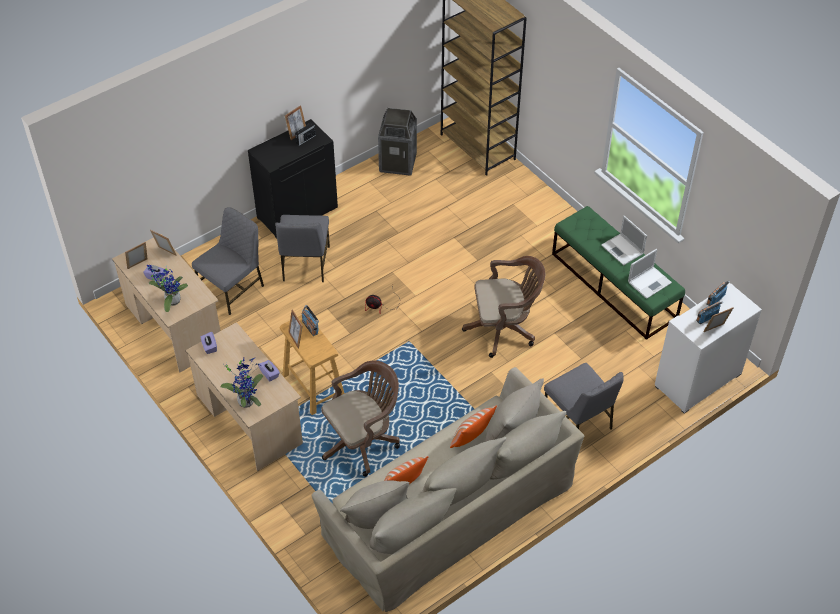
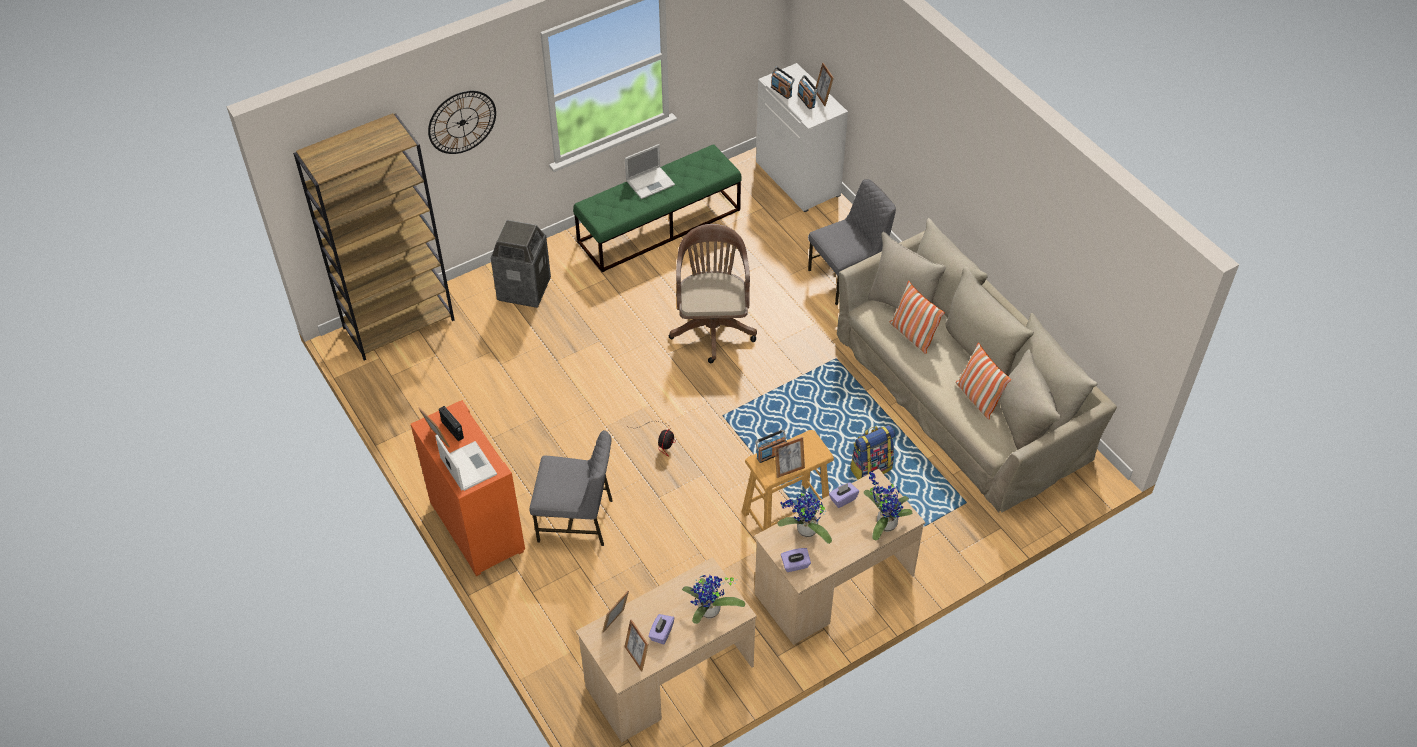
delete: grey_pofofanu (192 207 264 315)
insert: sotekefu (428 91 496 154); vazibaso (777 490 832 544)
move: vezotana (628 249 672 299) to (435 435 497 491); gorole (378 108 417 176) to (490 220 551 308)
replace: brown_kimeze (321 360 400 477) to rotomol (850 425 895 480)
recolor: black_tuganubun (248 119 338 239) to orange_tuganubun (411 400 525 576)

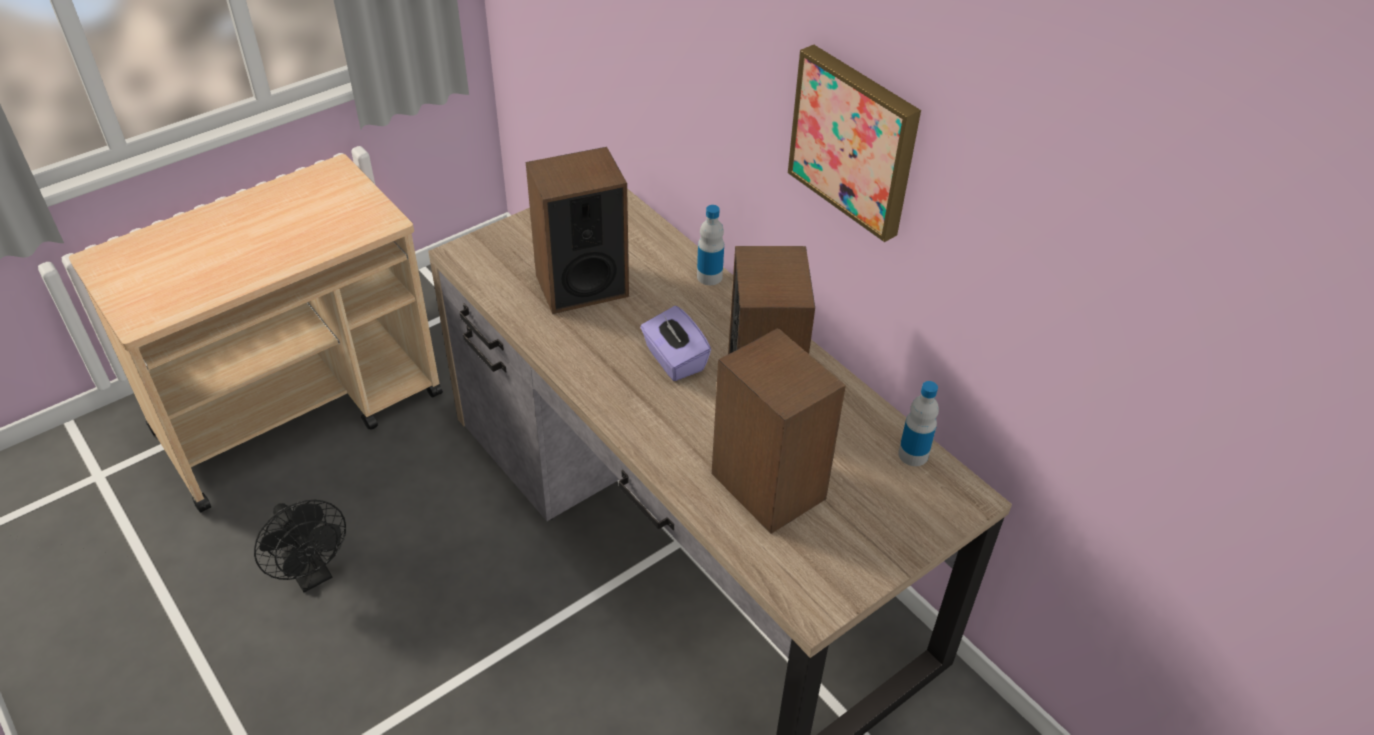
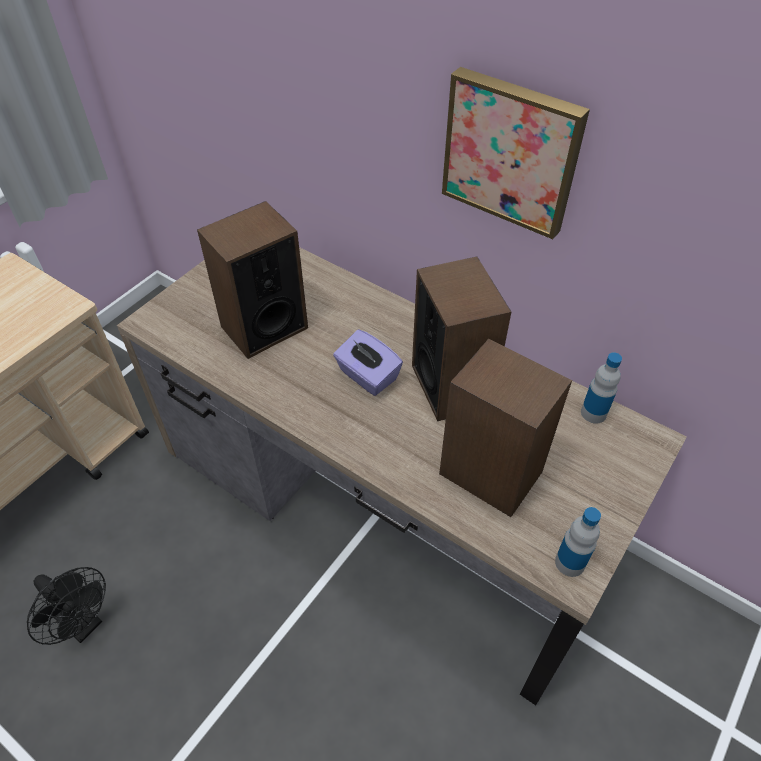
move: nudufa (697 205 724 285) to (555 507 601 577)

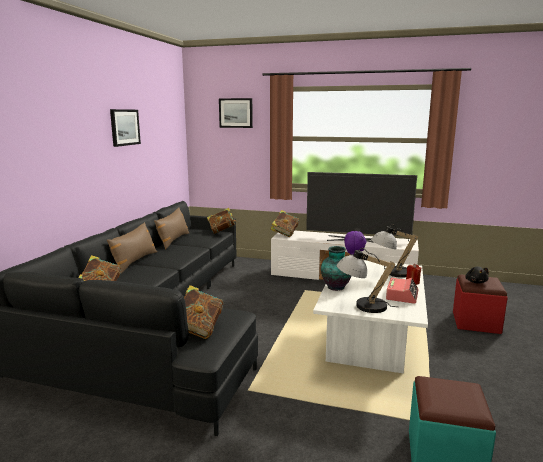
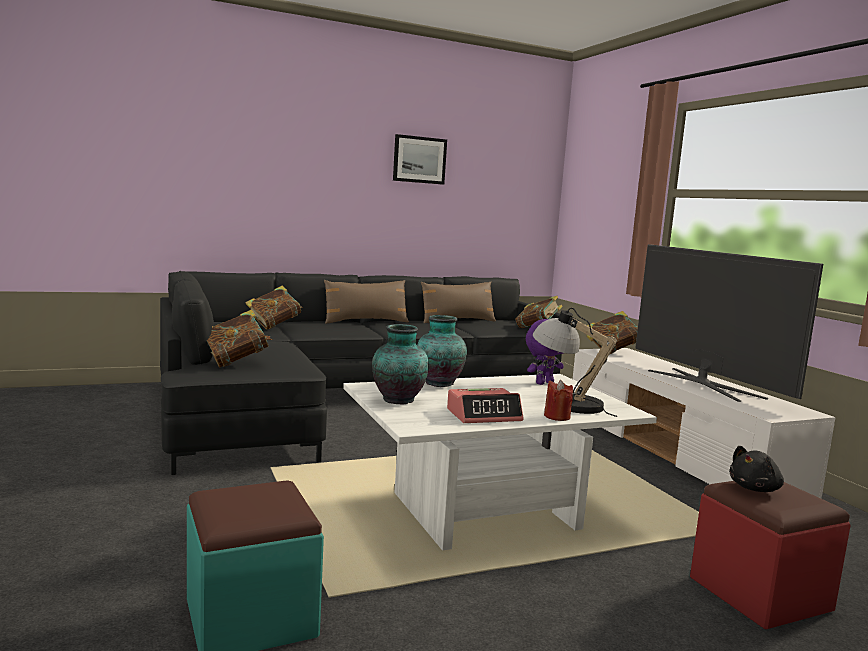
delete: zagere (219 98 253 128)
replace: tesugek (337 248 398 313) to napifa (372 324 429 405)

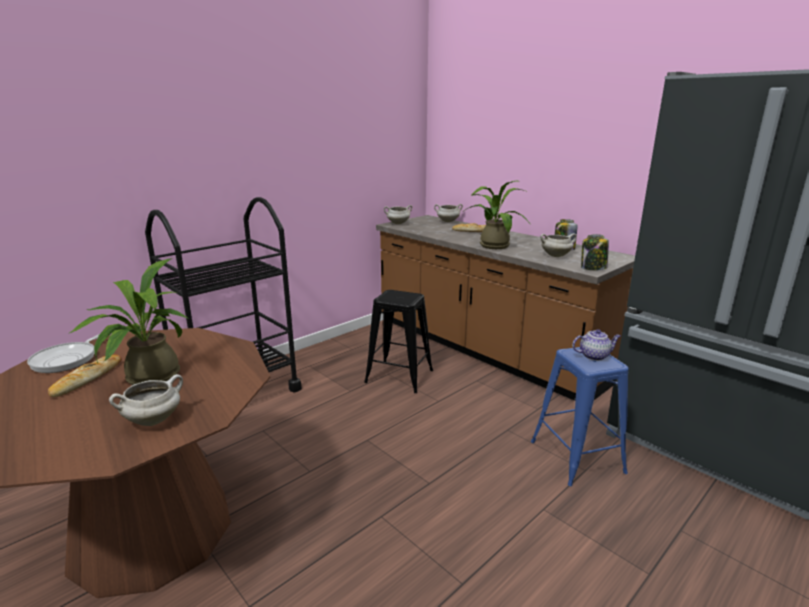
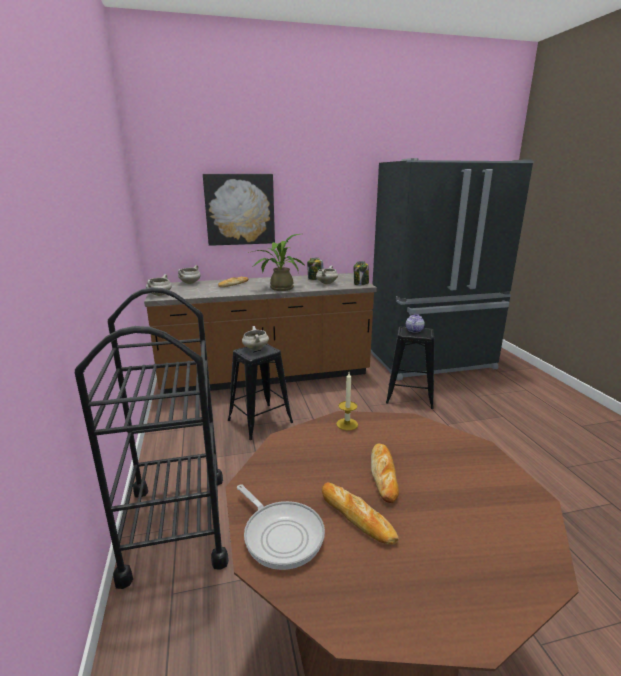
insert: zagere (203 174 275 246); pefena (336 372 358 431)
move: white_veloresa (109 374 183 426) to (242 326 269 350)
replace: vazibaso (68 259 187 385) to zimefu (371 444 399 503)
recolor: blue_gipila (531 347 629 486) to black_gipila (386 326 434 409)

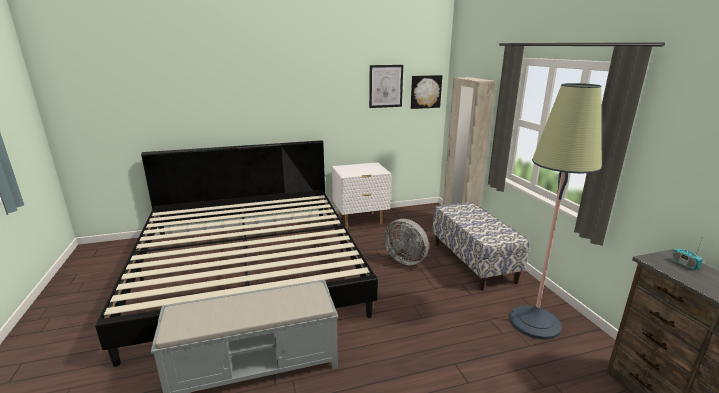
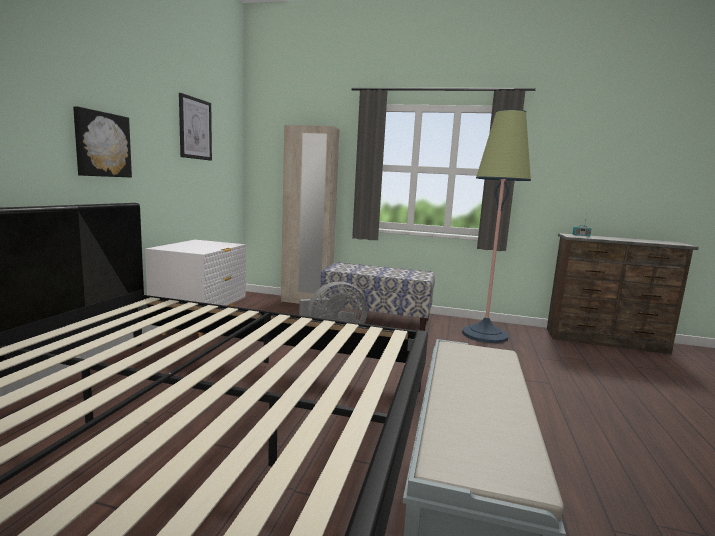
move: zagere (411 75 442 109) to (73 107 132 178)

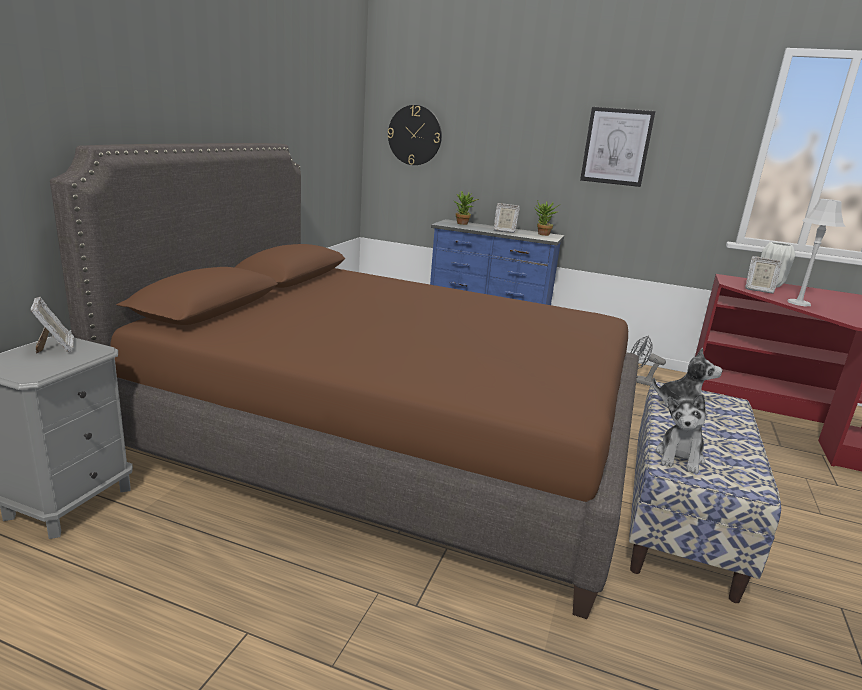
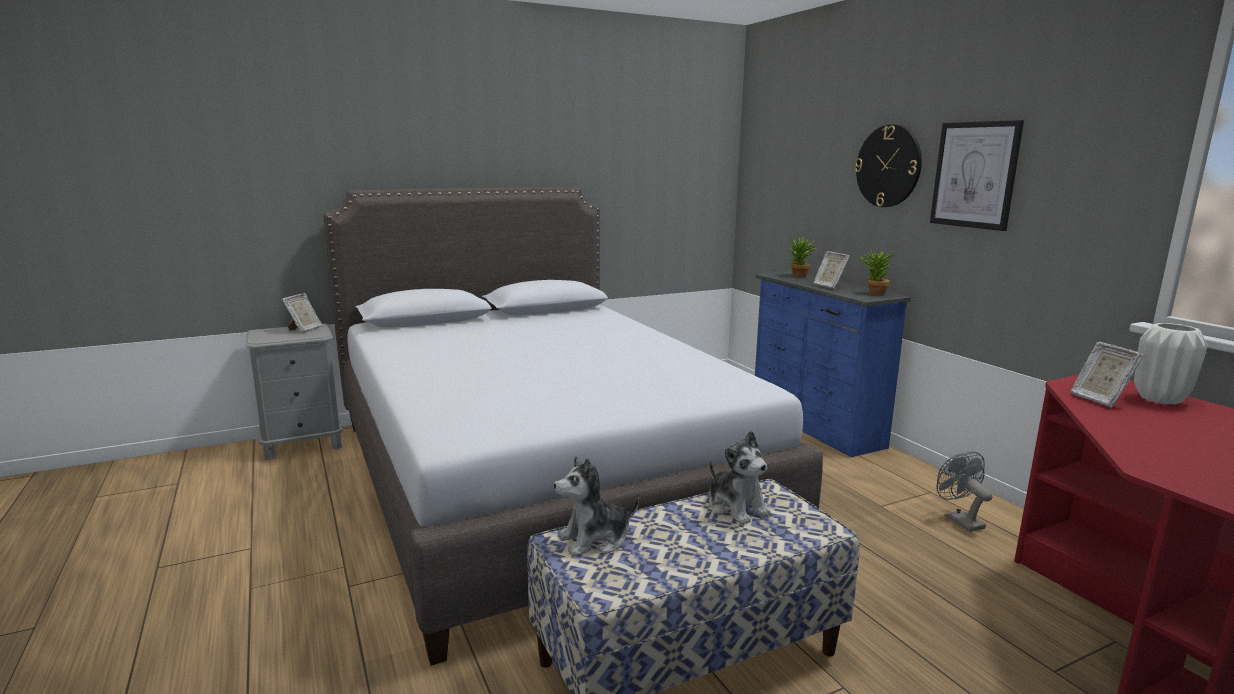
delete: grey_tesugek (787 199 845 306)
move: sotekefu (388 105 442 165) to (855 124 922 207)
recolor: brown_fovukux (50 143 639 619) to grey_fovukux (323 187 823 666)

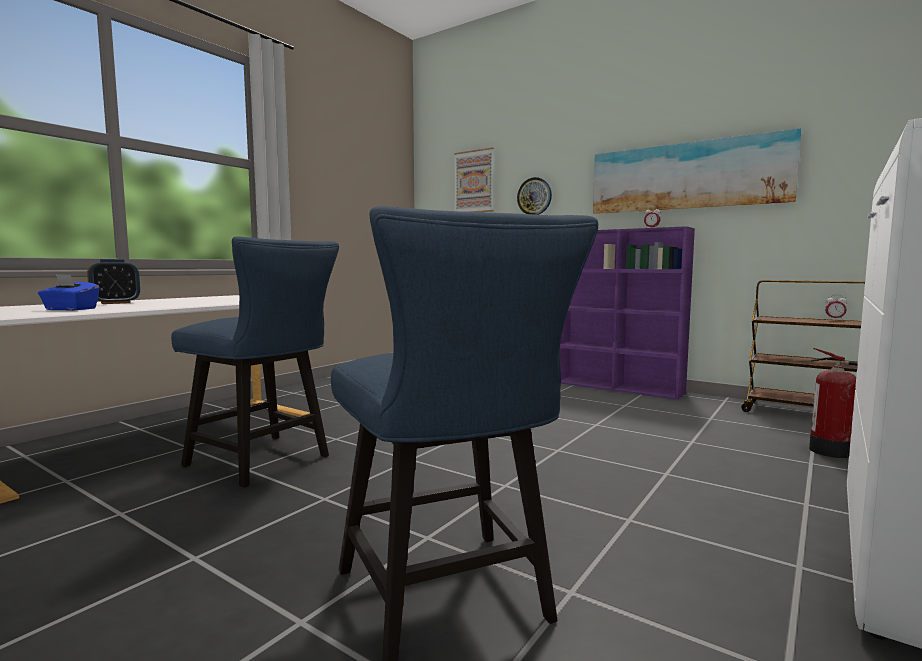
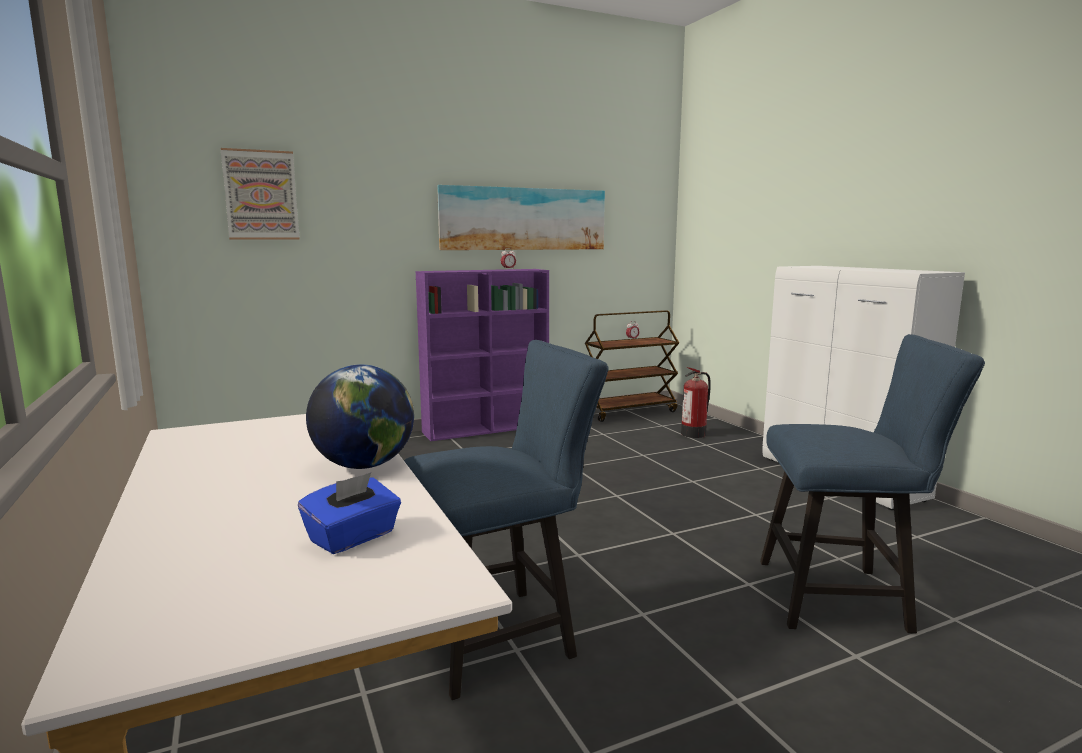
delete: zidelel (87 259 140 304); sotekefu (517 177 552 215)
insert: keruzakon (306 364 414 469)

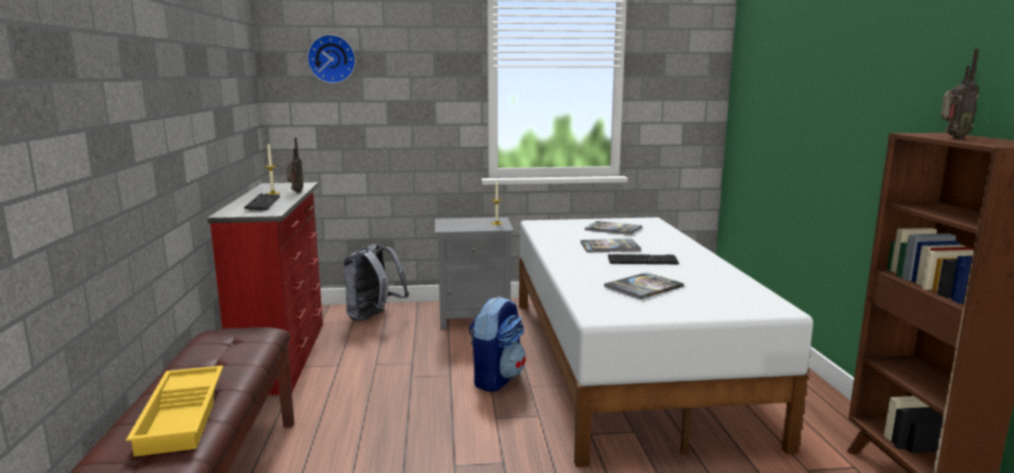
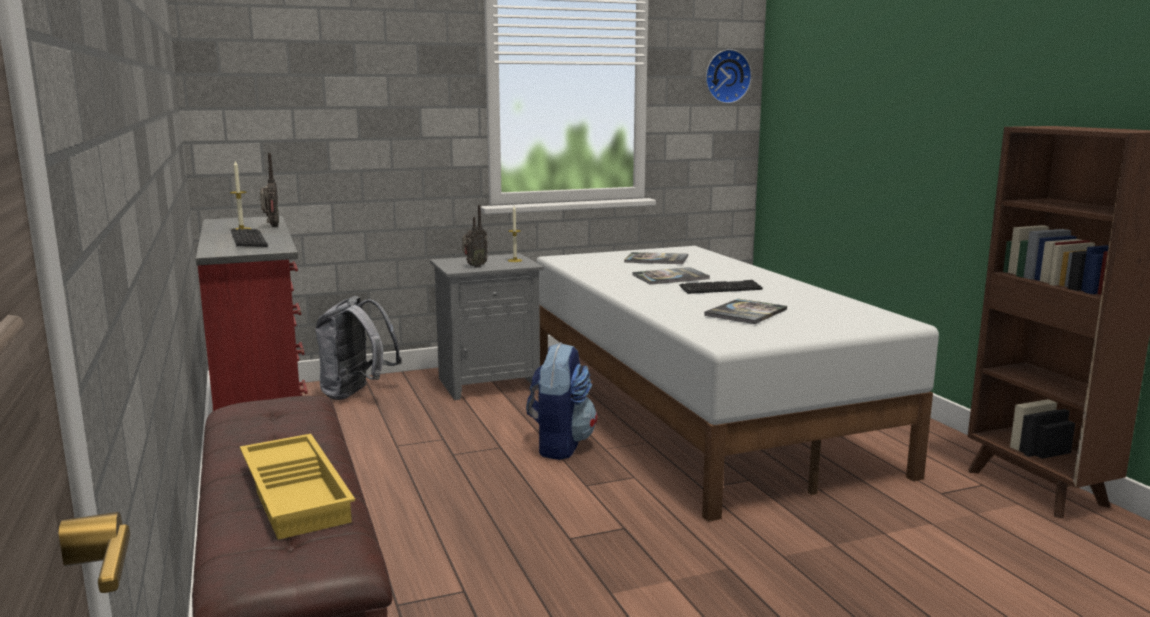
move: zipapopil (941 49 979 139) to (462 205 488 268); sotekefu (307 34 356 84) to (706 49 752 104)

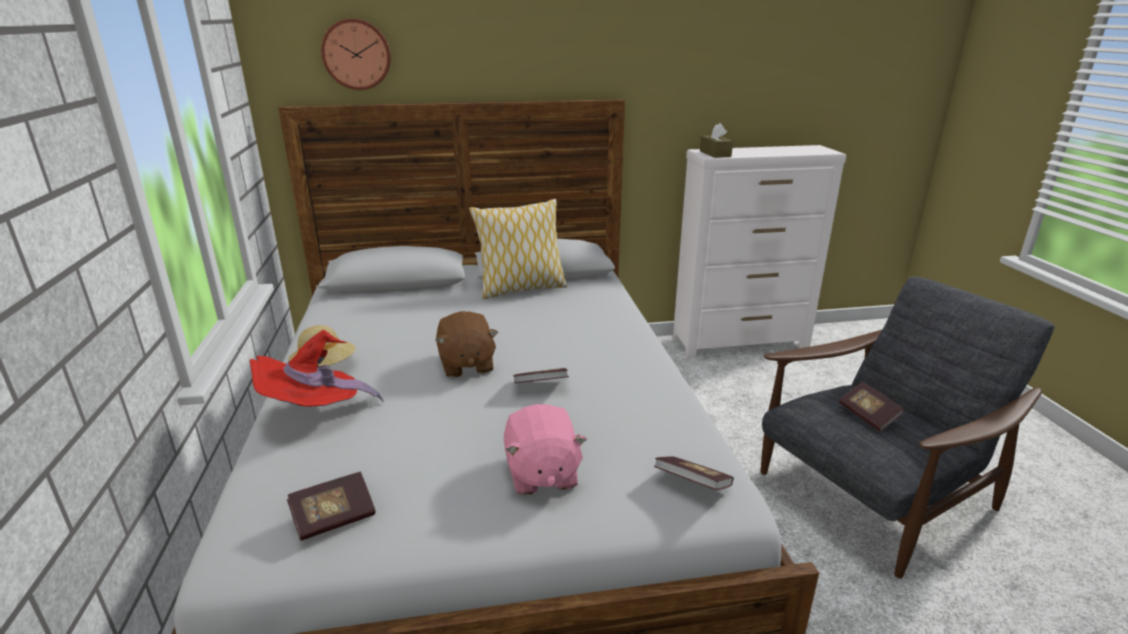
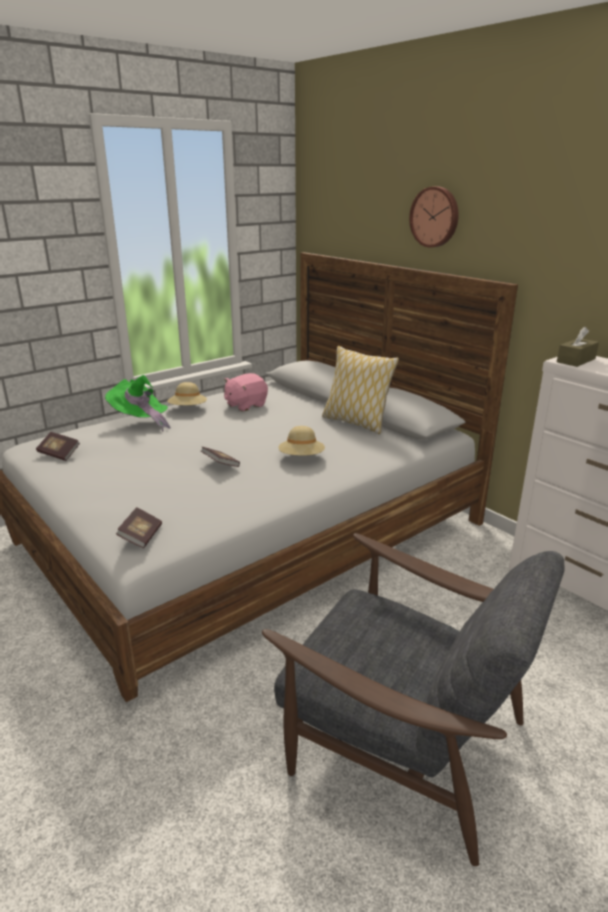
delete: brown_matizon (436 311 498 378); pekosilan (839 382 904 432)
insert: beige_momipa (278 426 325 455)
move: pink_matizon (504 404 587 495) to (224 373 268 411); sotekefu (321 19 391 90) to (409 186 459 248)
recolor: red_momipa (249 330 384 407) to green_momipa (105 375 171 431)

